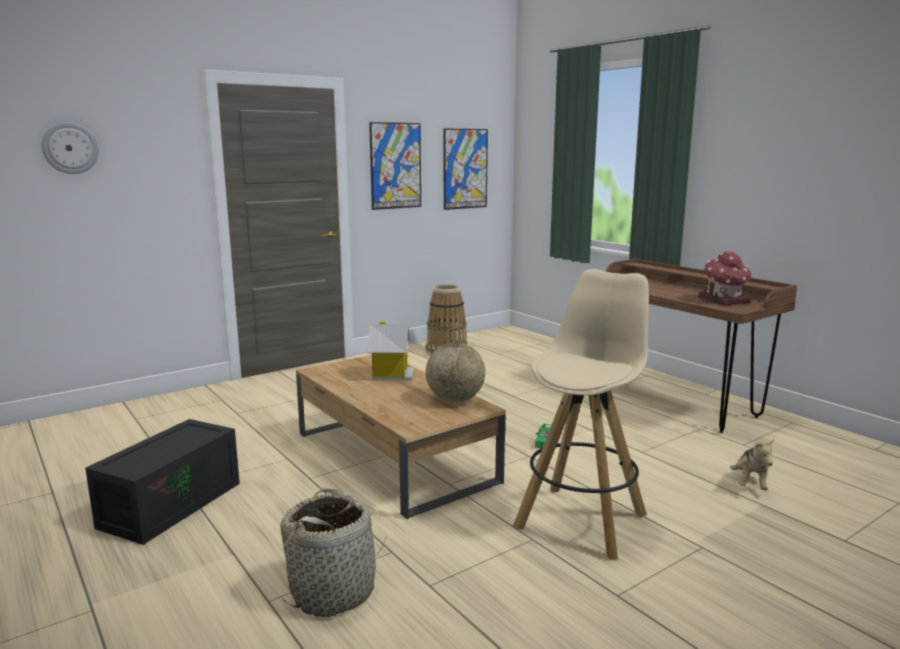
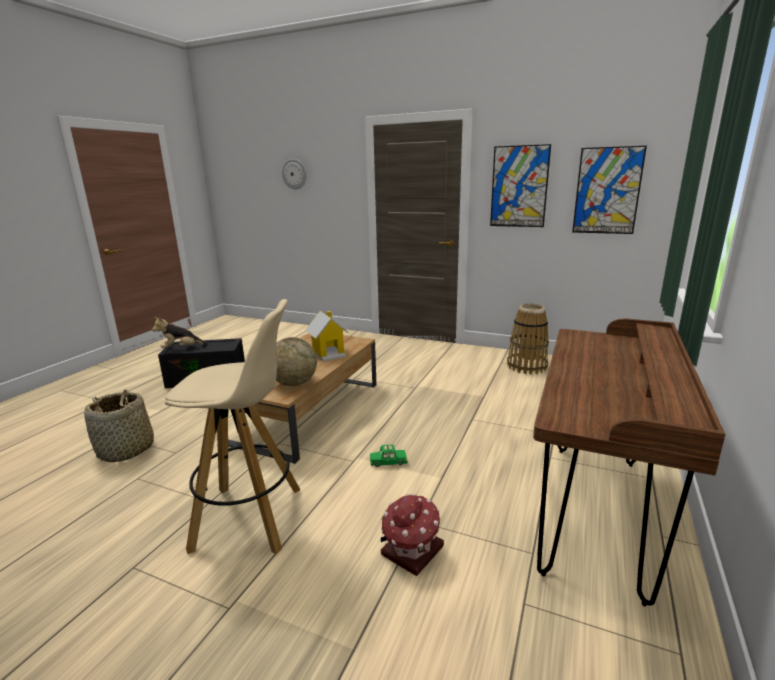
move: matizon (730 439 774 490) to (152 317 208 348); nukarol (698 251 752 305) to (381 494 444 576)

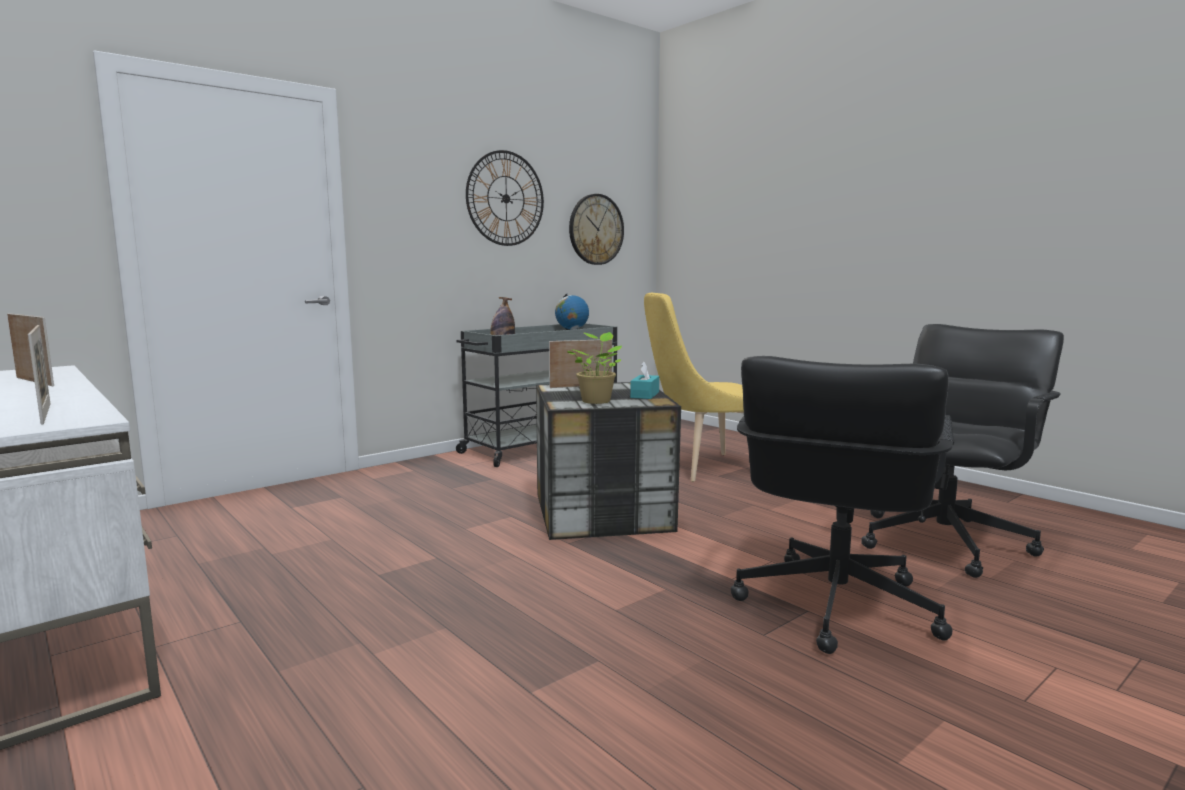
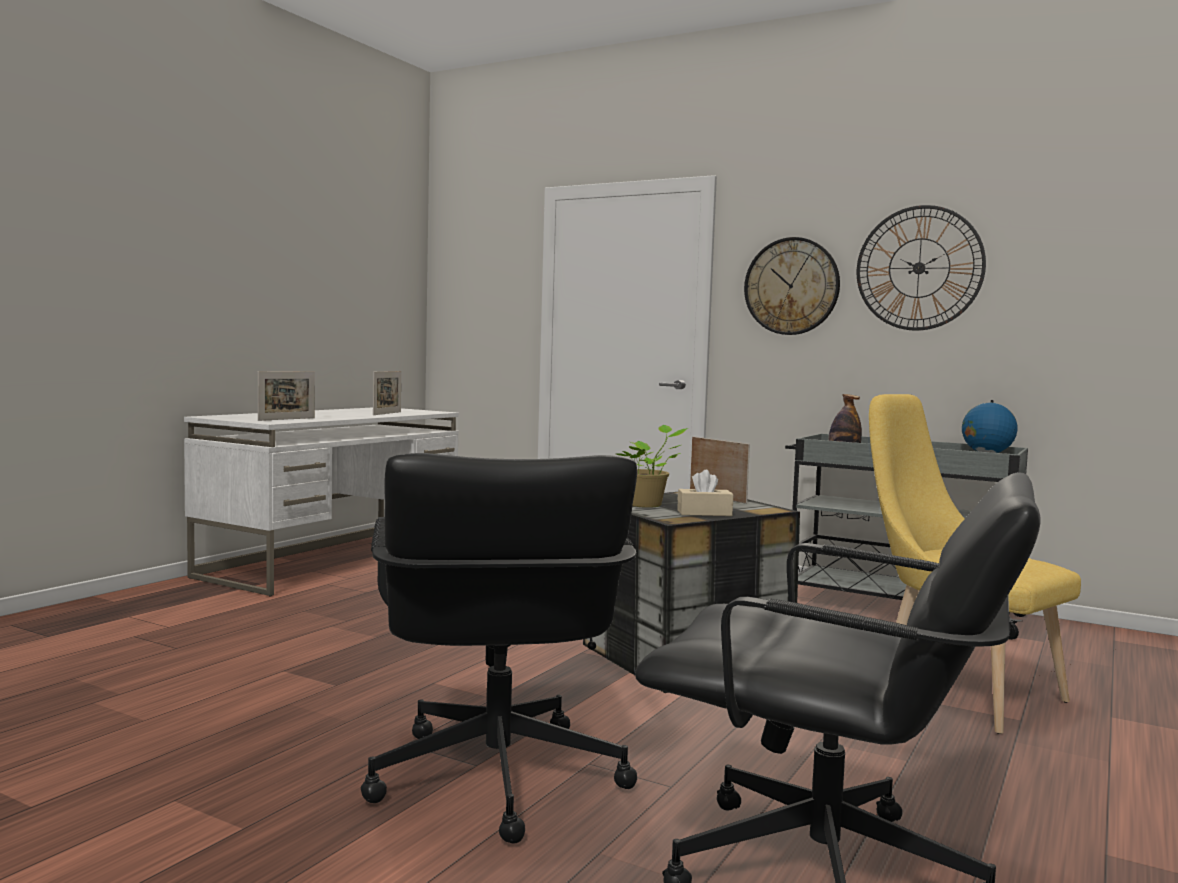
move: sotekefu (569 194 624 265) to (744 237 840 335)
recolor: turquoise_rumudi (630 362 659 399) to beige_rumudi (677 470 733 516)
rotate: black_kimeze (731 356 954 654) = (361 453 637 844) 105 degrees counterclockwise

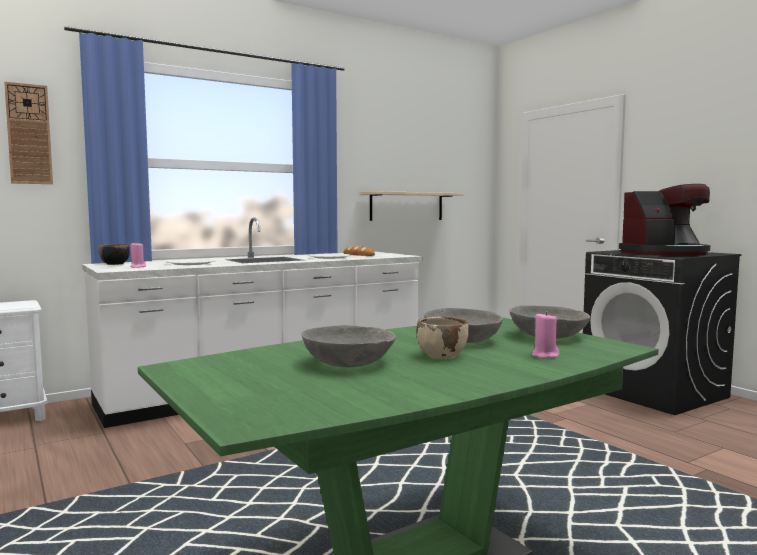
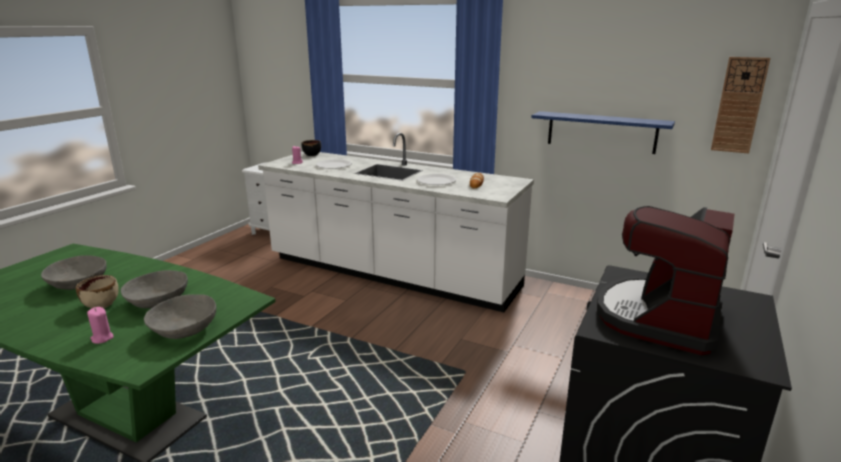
move: sotekefu (4 82 53 184) to (711 57 770 154)
recolor: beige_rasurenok (361 191 464 221) to blue_rasurenok (531 111 675 154)
rotate: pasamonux (619 184 710 256) = (597 206 734 355) 75 degrees clockwise

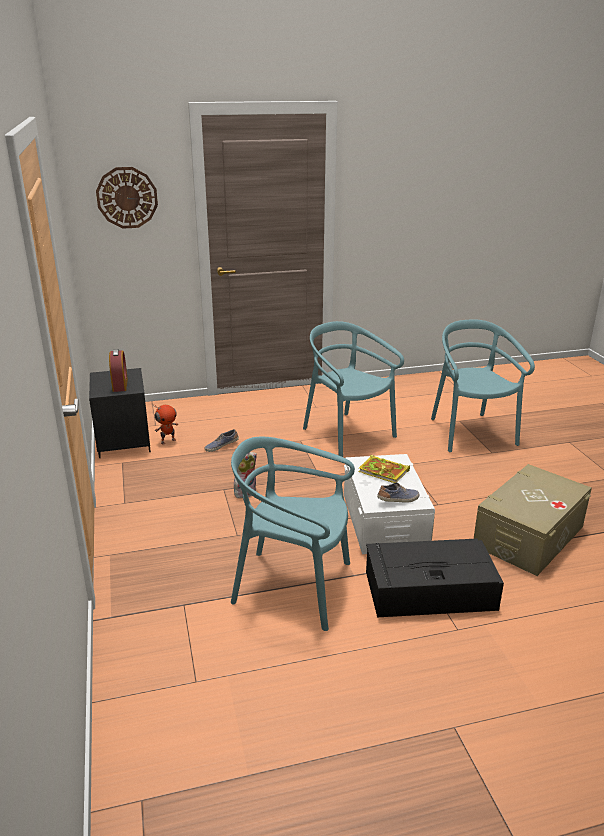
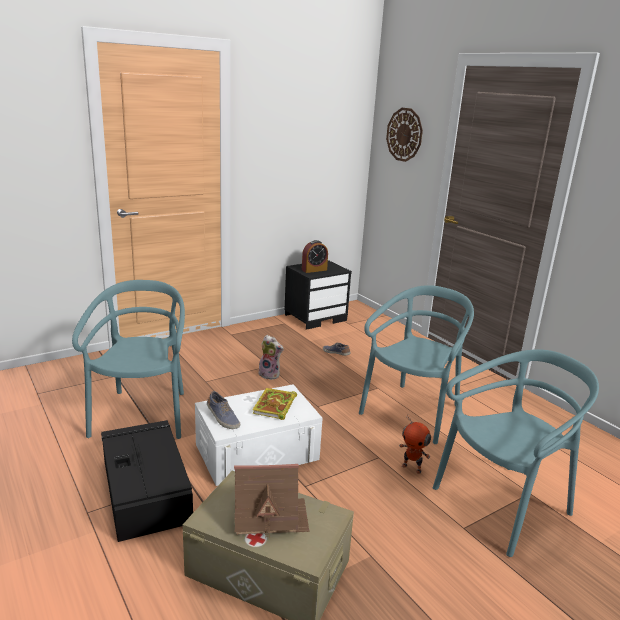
insert: nukarol (234 464 309 539)
move: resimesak (153 405 178 445) to (399 415 431 474)

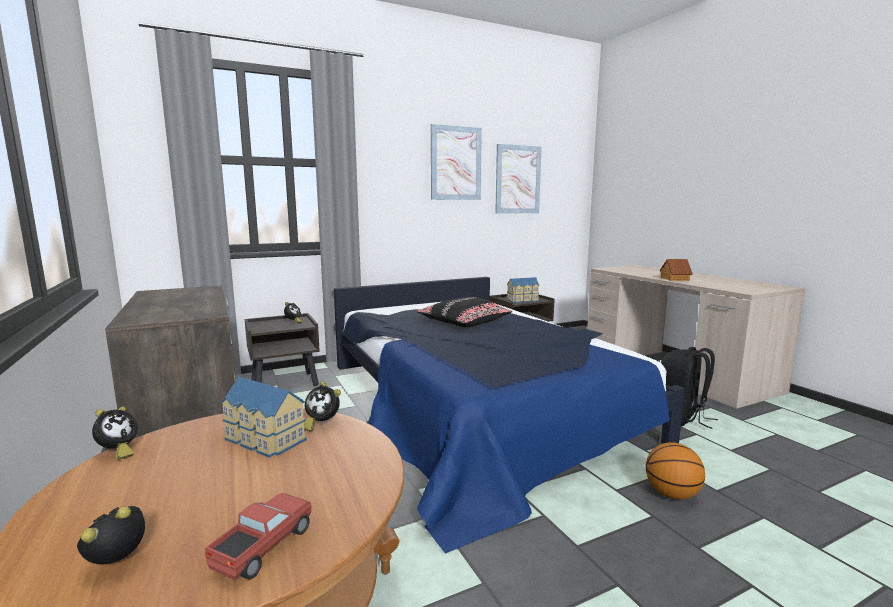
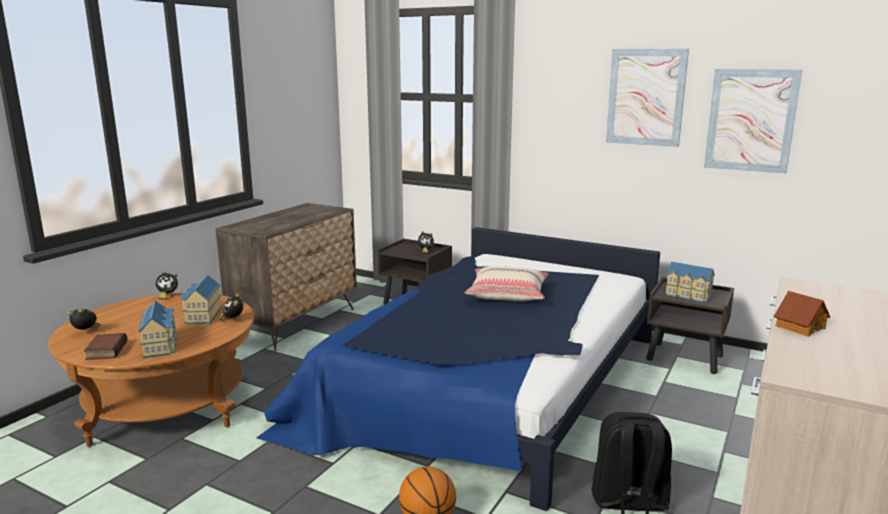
insert: nukarol (139 301 177 358)
replace: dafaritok (205 493 312 580) to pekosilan (84 333 127 360)
recolor: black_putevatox (417 297 512 327) to beige_putevatox (465 266 548 301)

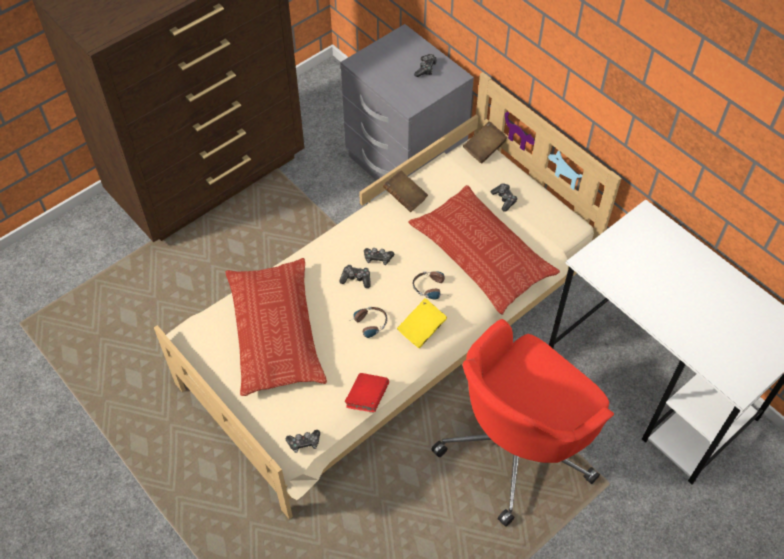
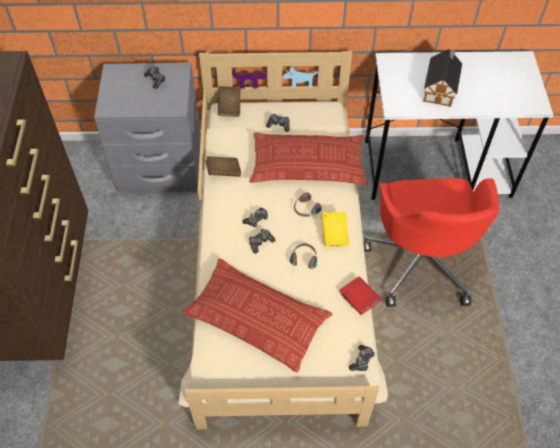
insert: nukarol (423 49 462 107)

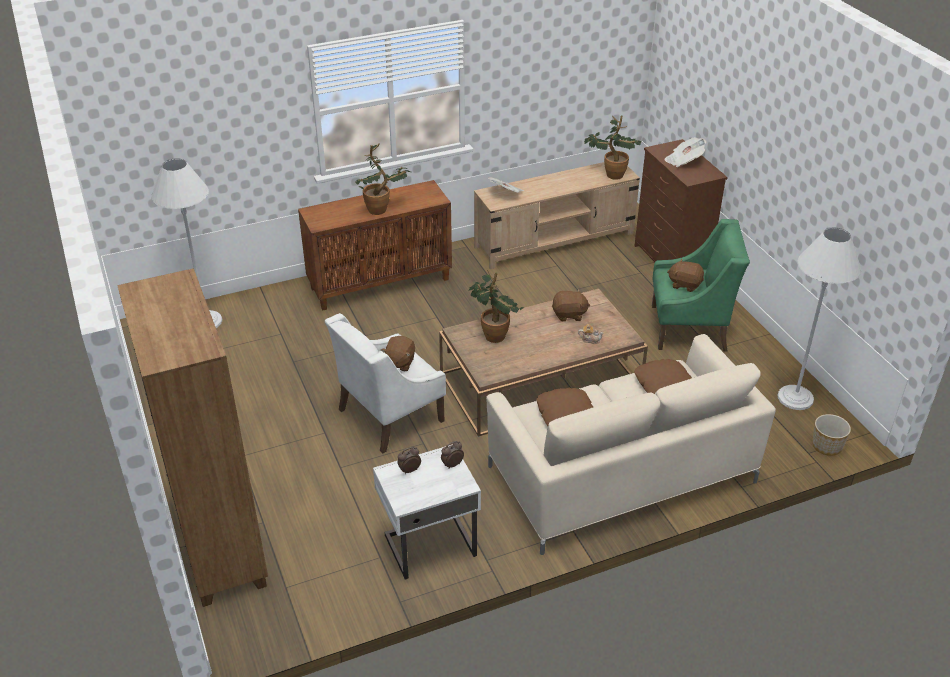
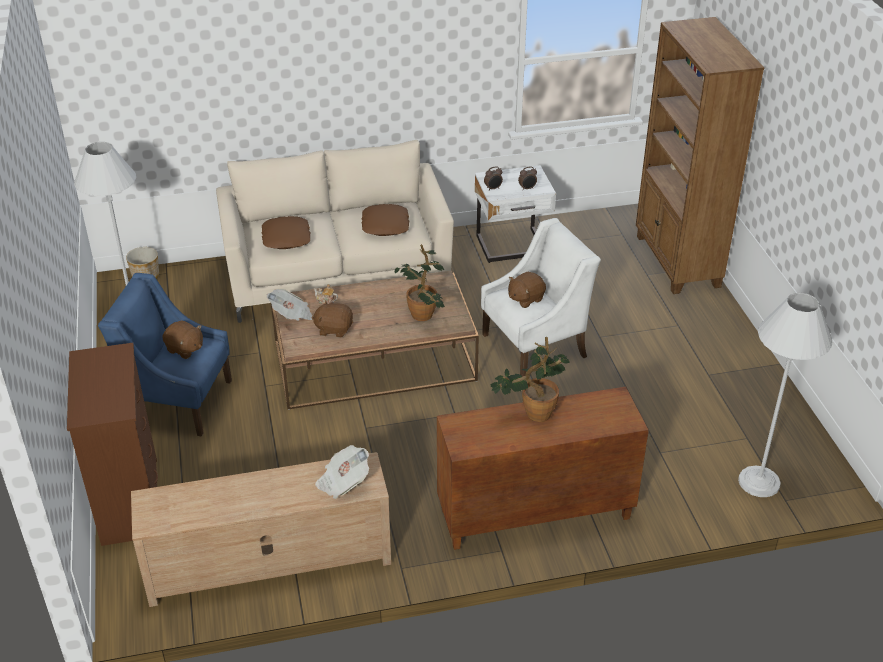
delete: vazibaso (584 115 642 180)
move: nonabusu (665 137 707 167) to (267 289 313 321)
recolor: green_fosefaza (652 219 750 352) to blue_fosefaza (98 273 232 437)
rotate: brown_matizon (381 336 415 371) = (508 272 546 308) 150 degrees counterclockwise

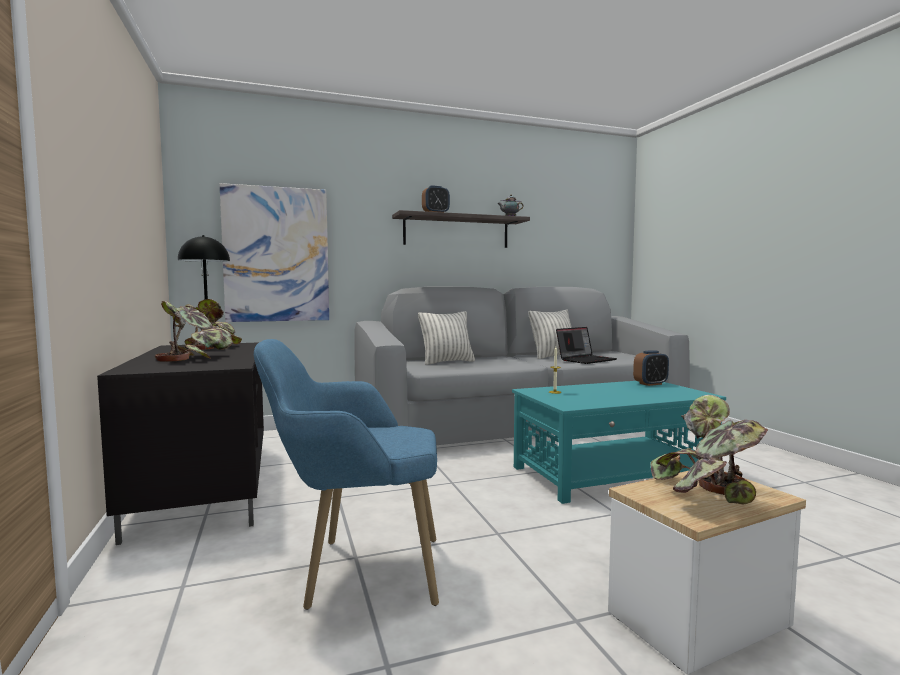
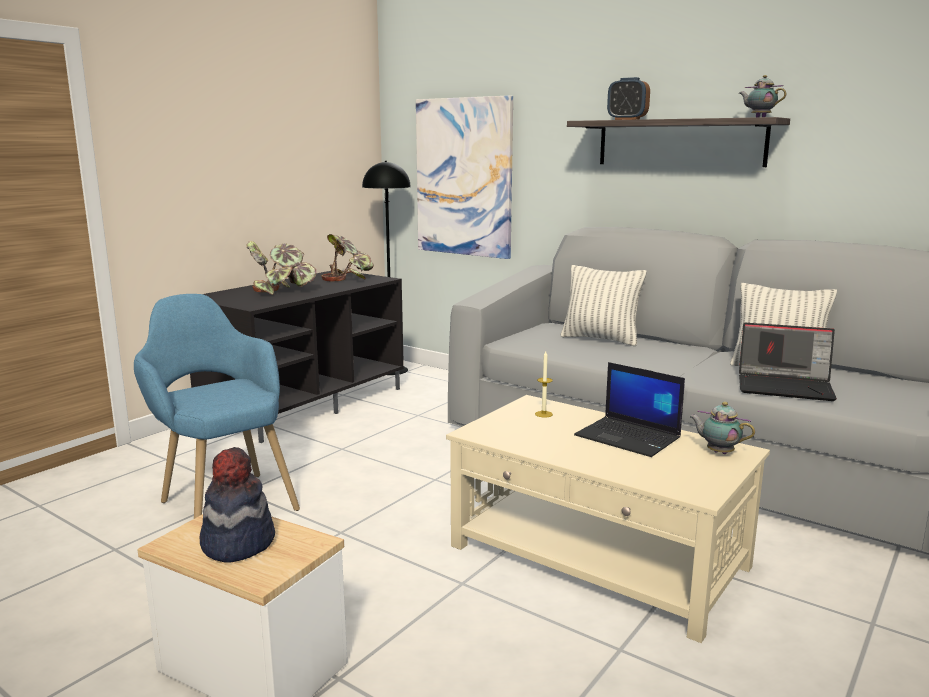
insert: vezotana (574 362 685 457)
replace: vazibaso (650 395 768 504) to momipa (199 447 275 563); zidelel (633 350 669 386) to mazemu (689 402 755 454)
recolor: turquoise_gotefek (512 381 726 504) to beige_gotefek (446 395 770 643)

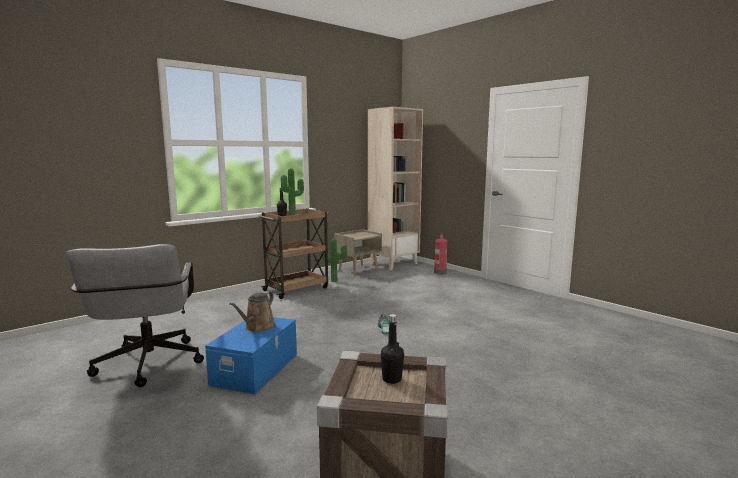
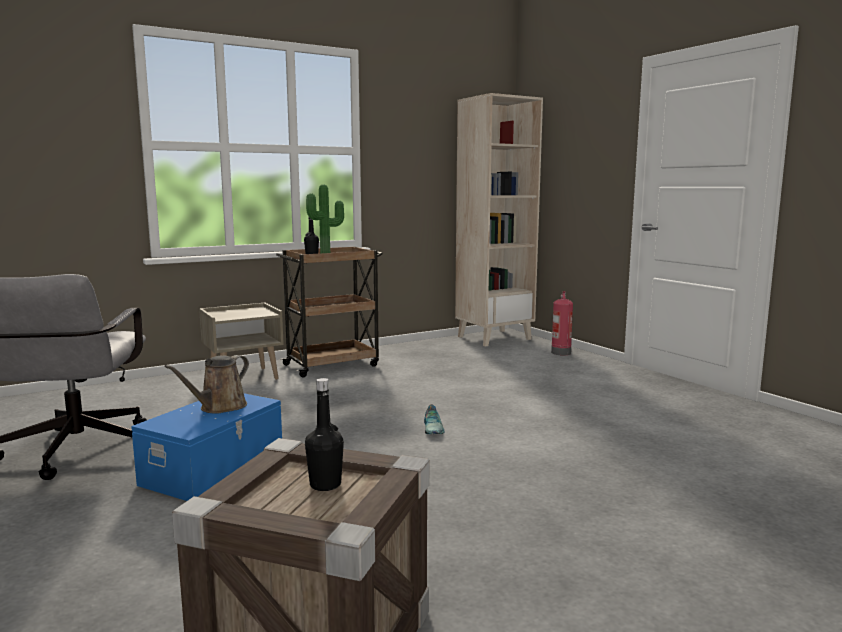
delete: vazibaso (322 238 347 282)
move: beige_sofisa (334 229 382 276) to (199 303 284 380)

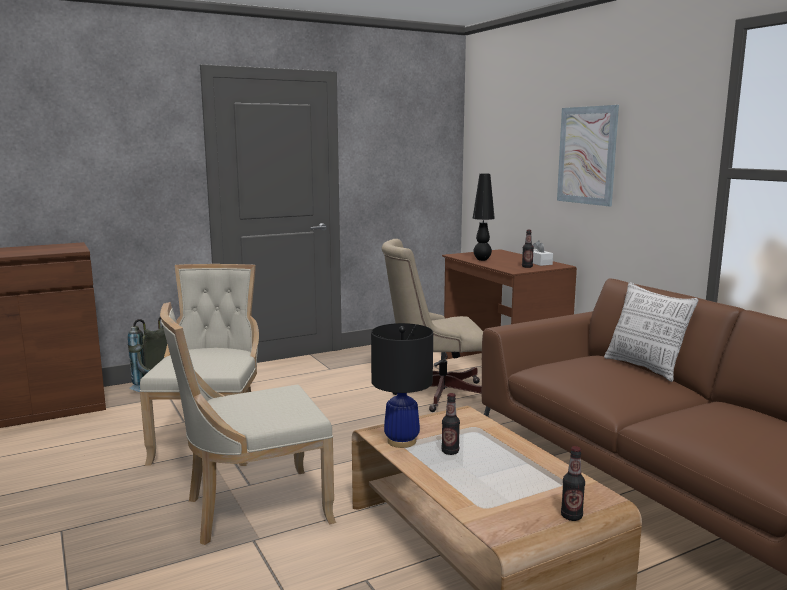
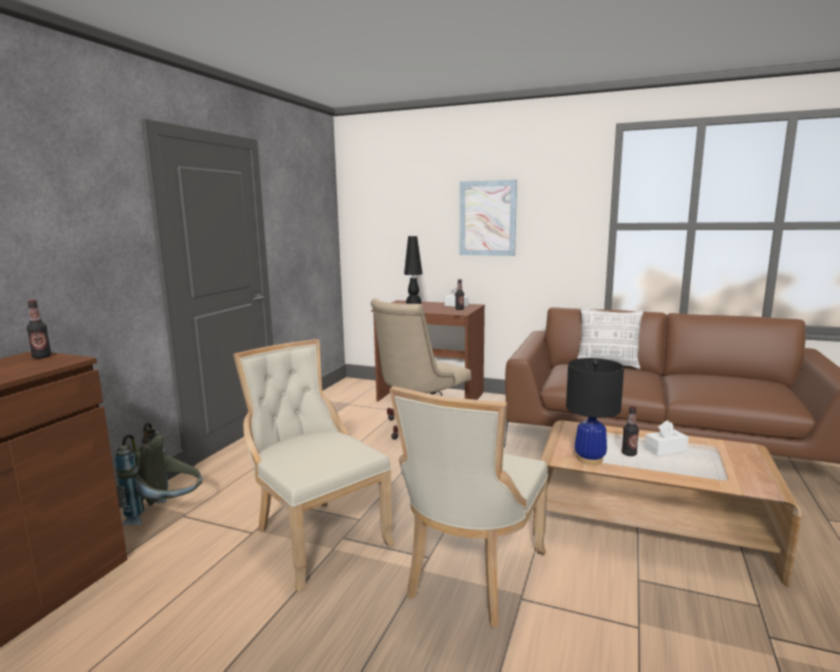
insert: white_rumudi (644 420 689 456)
move: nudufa (561 446 585 521) to (27 300 52 359)

